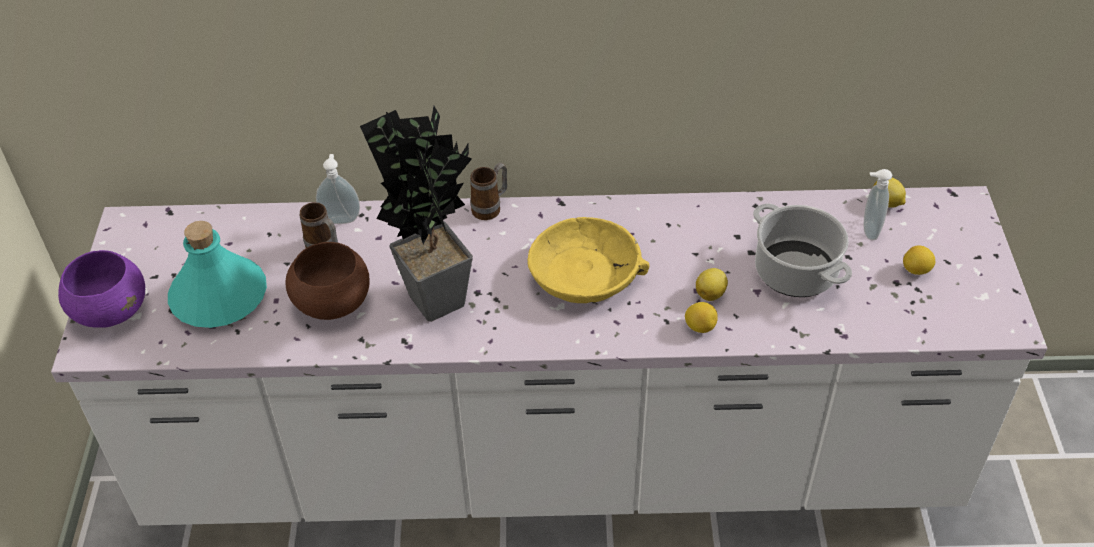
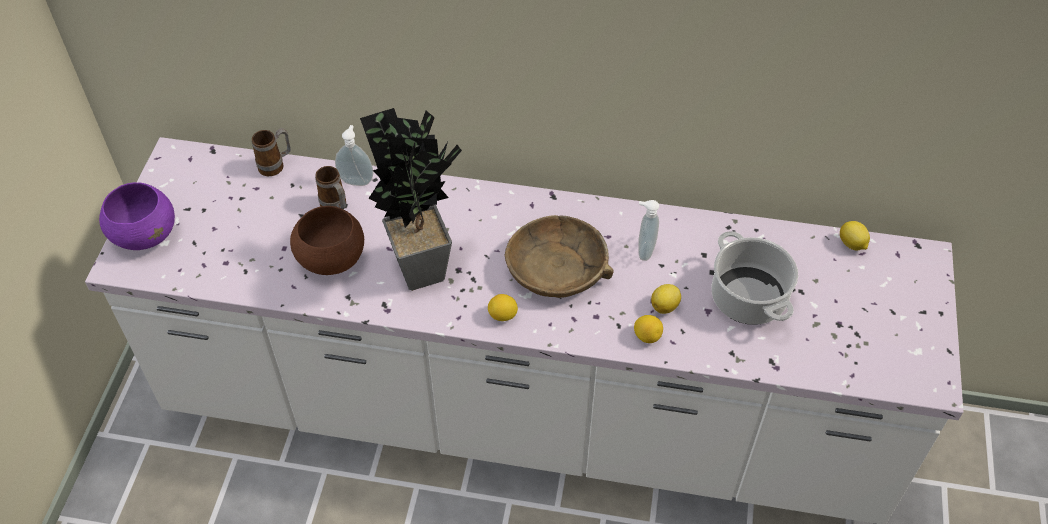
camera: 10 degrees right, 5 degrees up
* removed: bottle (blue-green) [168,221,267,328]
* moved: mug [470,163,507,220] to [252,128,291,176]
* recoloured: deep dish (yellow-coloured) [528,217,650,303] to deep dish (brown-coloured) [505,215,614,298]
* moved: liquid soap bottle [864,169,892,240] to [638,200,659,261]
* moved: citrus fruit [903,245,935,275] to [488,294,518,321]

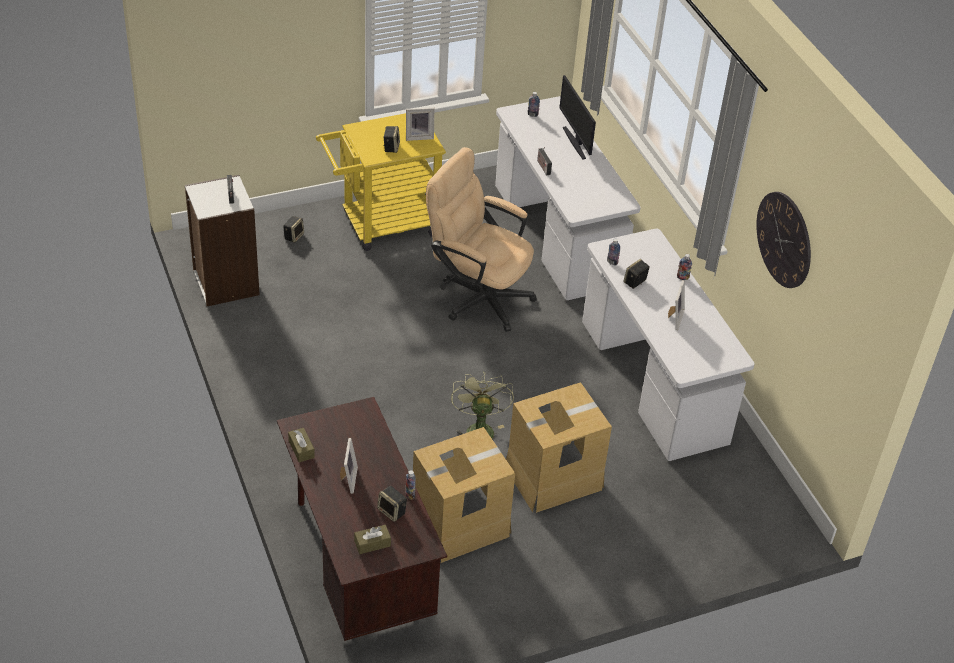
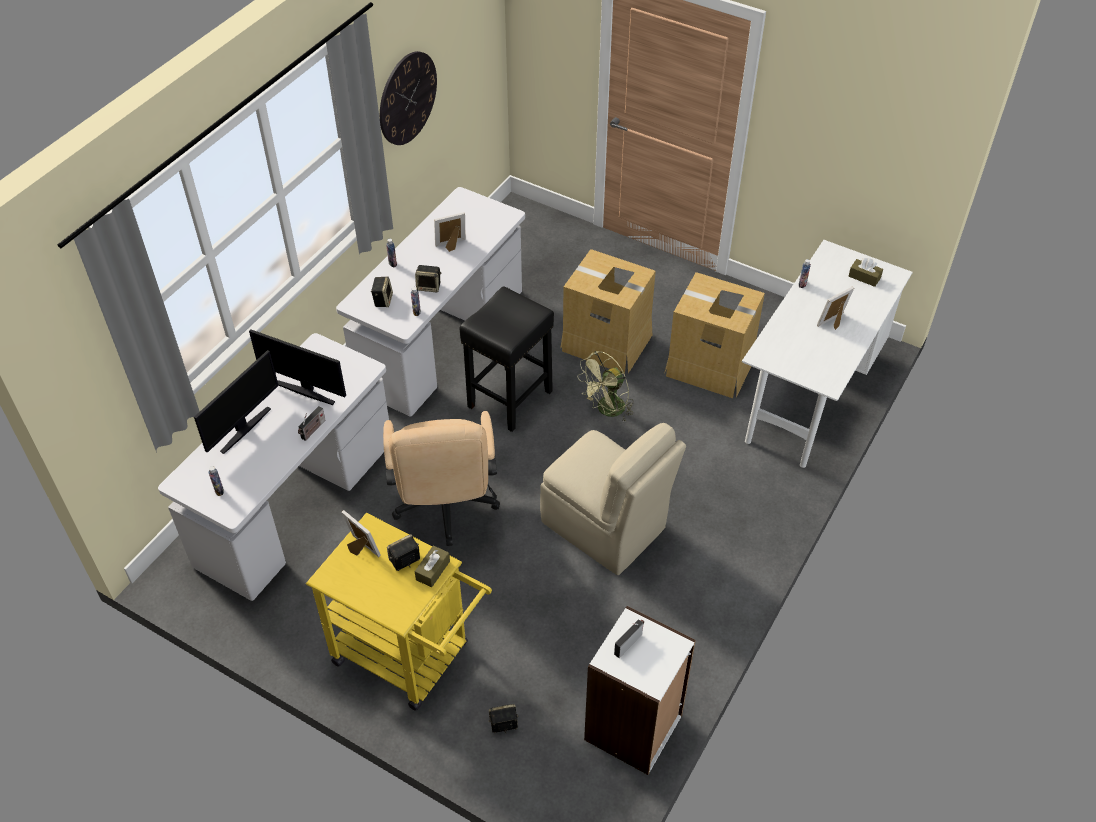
camera: 125 degrees left, 5 degrees up
* recoloured: desk table (brown-coloured) [277,397,447,641] to desk table (white) [742,240,913,468]
* moved: box of tissues (brown-coloured) [288,428,315,462] to [415,545,450,587]
* moved: speaker [377,486,407,522] to [371,276,393,307]
* added: computer screen [249,329,346,405]
* added: stool (black) [460,286,554,432]
* added: plain chair (beige-coloured) [540,423,686,575]

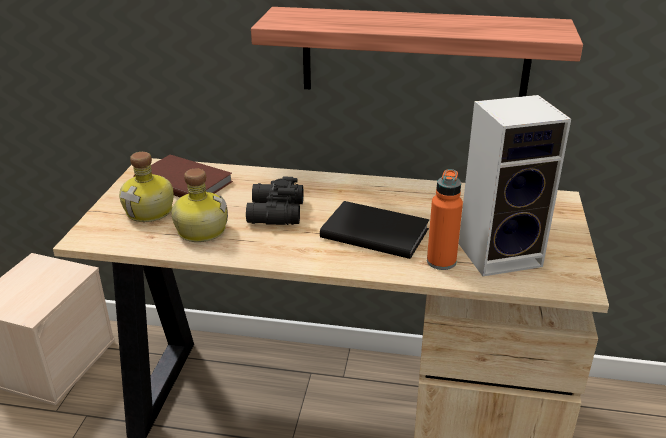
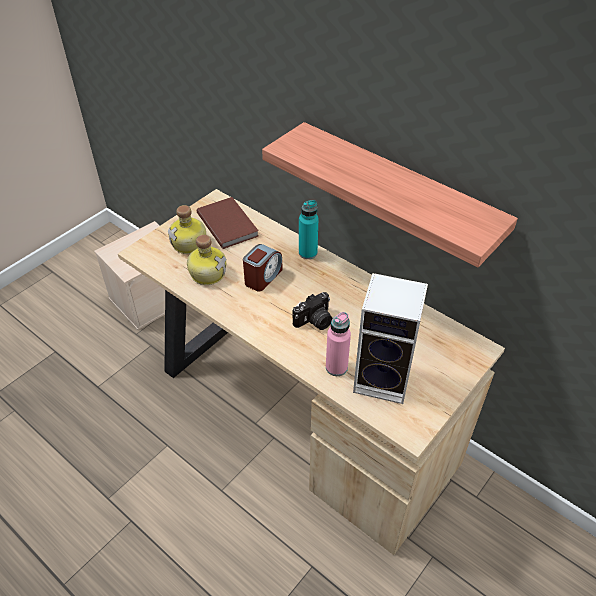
camera: 30 degrees right, 15 degrees up
* replaced: binoculars (black) [246,176,303,225] to table clock [243,244,283,291]
* replaced: book (black) [320,201,430,259] to photo camera [293,292,332,330]
* recoloured: bottle (orange) [427,169,463,270] to bottle (pink-coloured) [326,312,351,376]
* added: bottle (blue-green) [299,200,318,259]

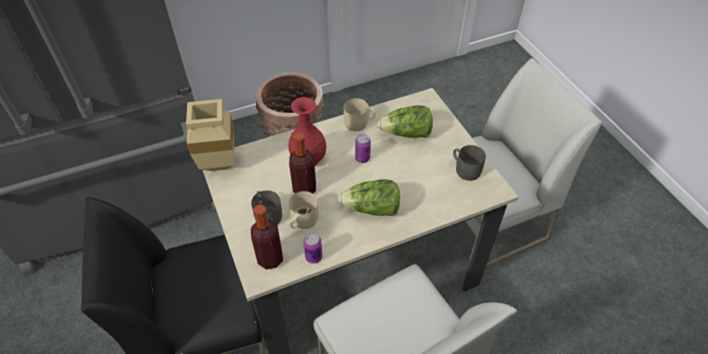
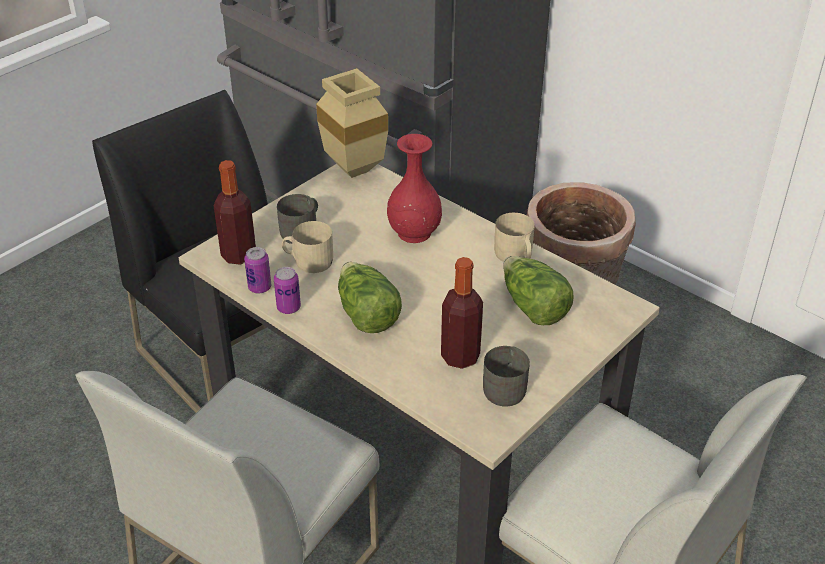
camera: 65 degrees right, 10 degrees down
* moved: bottle [289,133,316,194] to [441,257,483,369]
* moved: can [355,134,371,163] to [274,267,301,314]

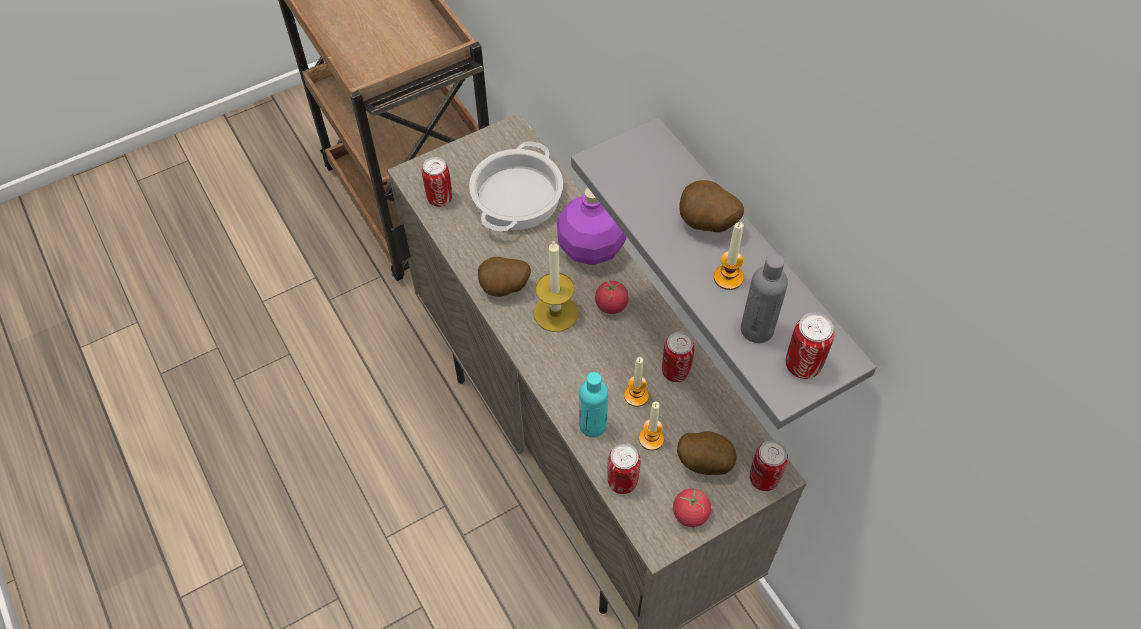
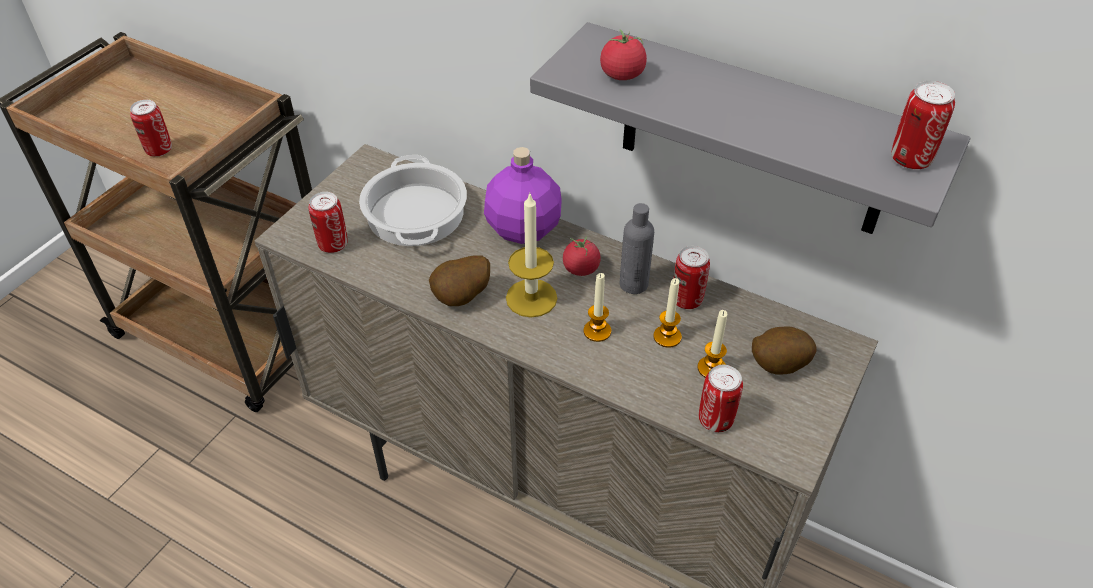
camera: 30 degrees left, 10 degrees down
* removed: bottle (blue-green) [579,372,608,437]
* moved: fresh tomato [673,489,711,527] to [600,30,647,80]
* removed: potato [679,180,744,232]
* moved: candle [714,222,744,290] to [583,273,611,342]
* moved: bottle (grey) [741,254,788,343] to [620,203,654,294]
* moved: can [750,440,788,491] to [130,100,172,157]

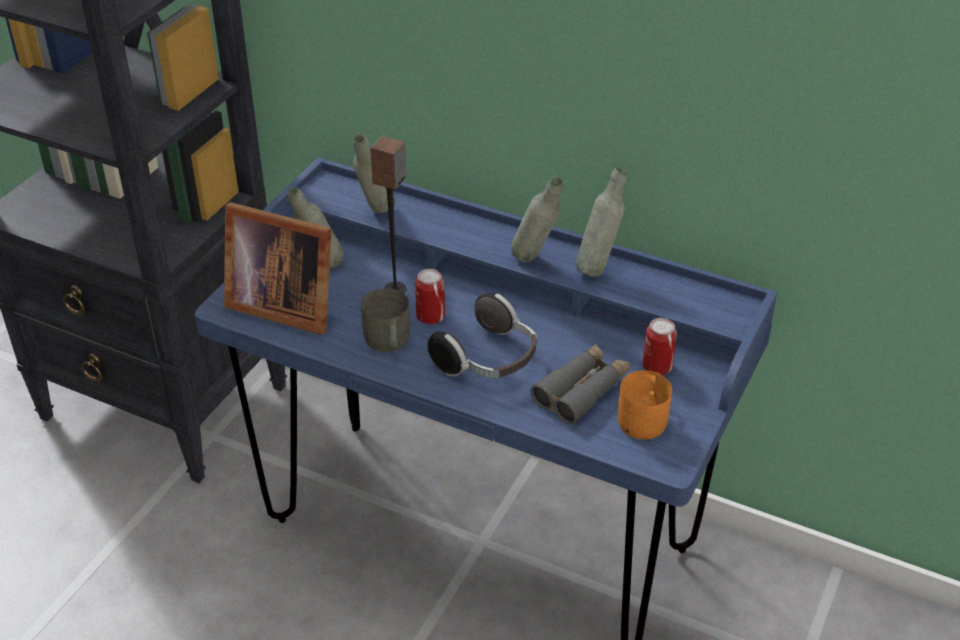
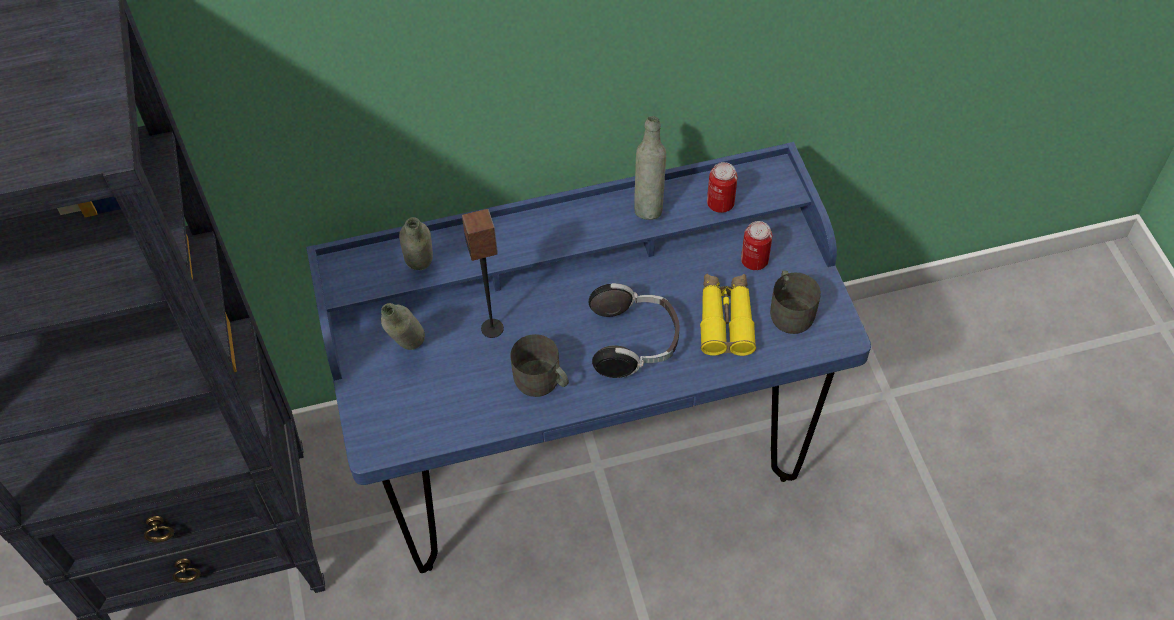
camera: 40 degrees left, 15 degrees up
* removed: photo frame [224,202,332,335]
* moved: can [415,269,445,324] to [707,162,738,213]
* removed: bottle (grey) [511,177,564,262]
* recoloured: binoculars (grey) [531,344,630,424] to binoculars (yellow-coloured) [700,274,756,356]
* recoloured: mug (orange) [618,370,672,439] to mug (grey) [770,270,821,334]

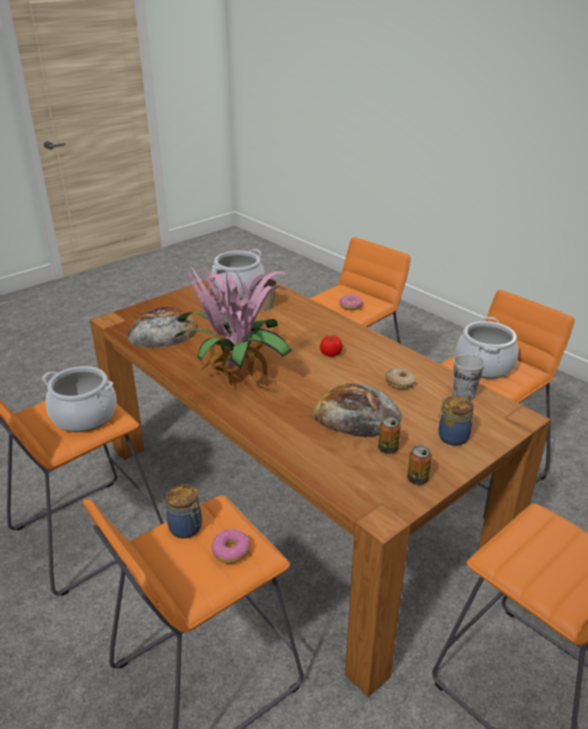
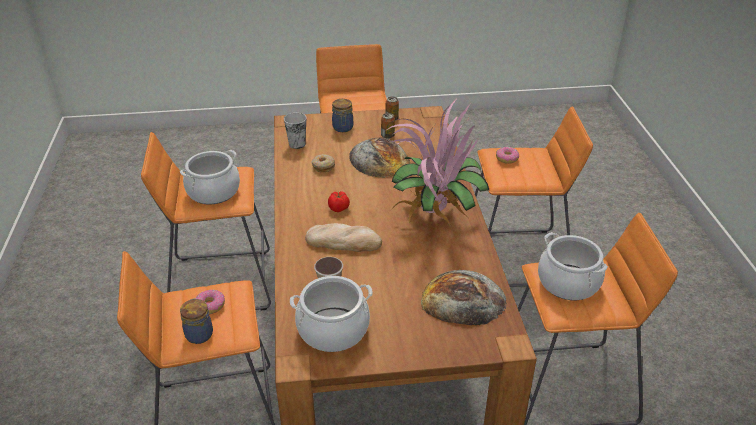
camera: 145 degrees left, 5 degrees up
* moved: preserve jar [165,484,202,538] to [180,298,213,344]
* added: bread [305,223,382,252]

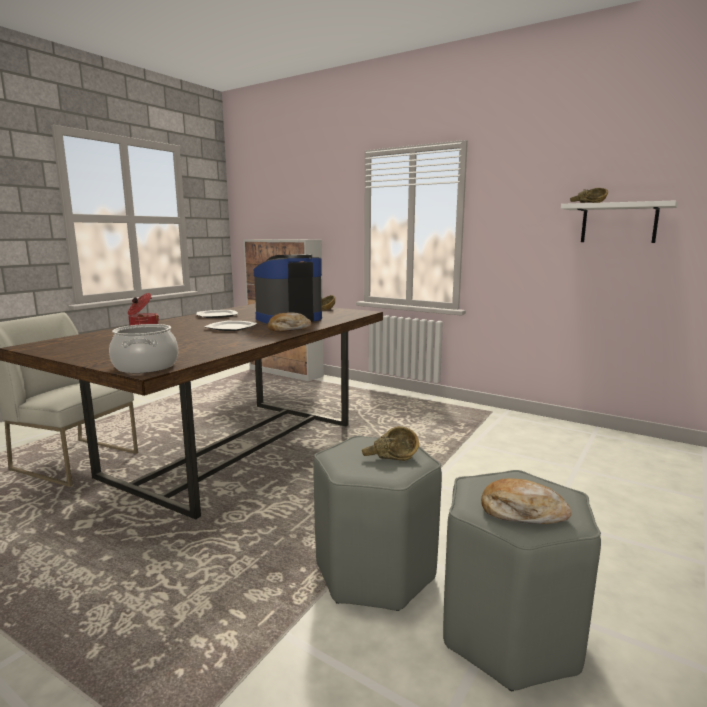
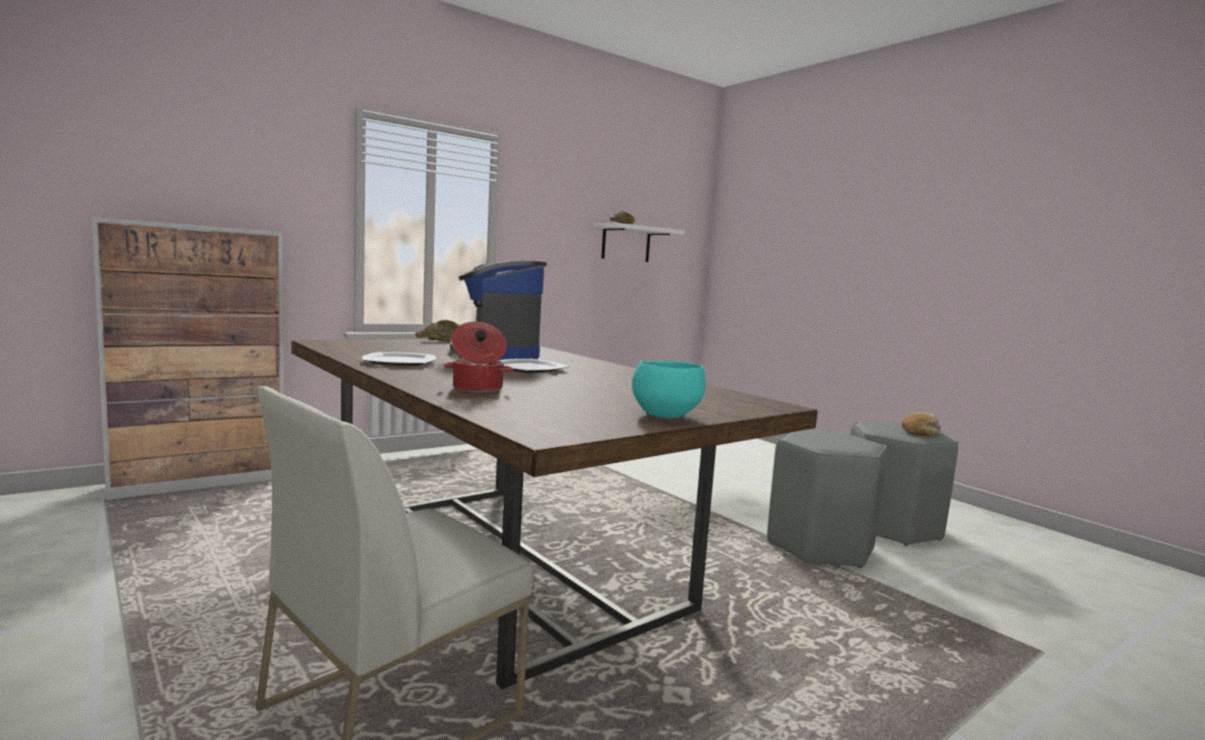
camera: 70 degrees left, 5 degrees down
* removed: saucepot [109,324,178,373]
* removed: bread [268,312,311,332]
* removed: deep dish (brown-coloured) [362,426,419,461]
* added: deep dish (blue-green) [632,361,706,418]

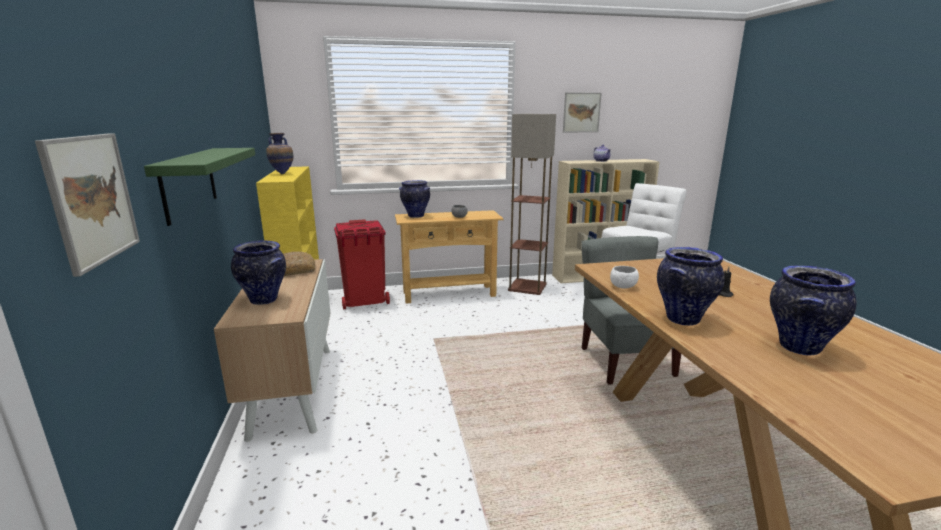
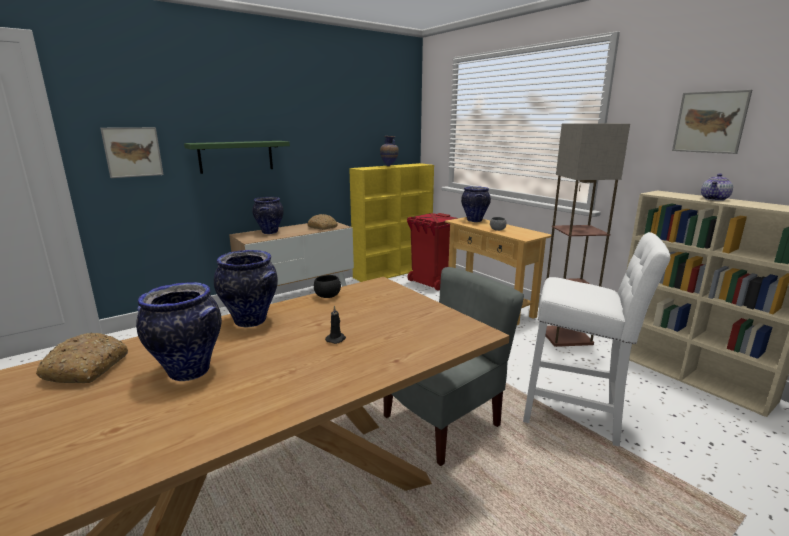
camera: 65 degrees right, 0 degrees up
* recoloured: deep dish (white) [610,266,639,288] to deep dish (black) [314,275,341,298]
* added: bread [36,333,128,383]

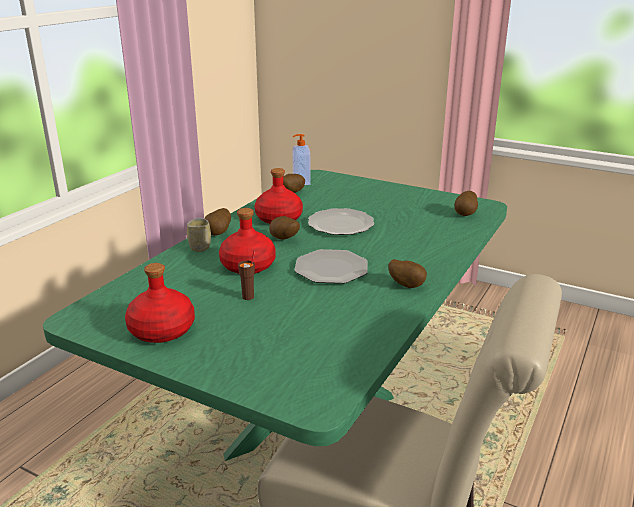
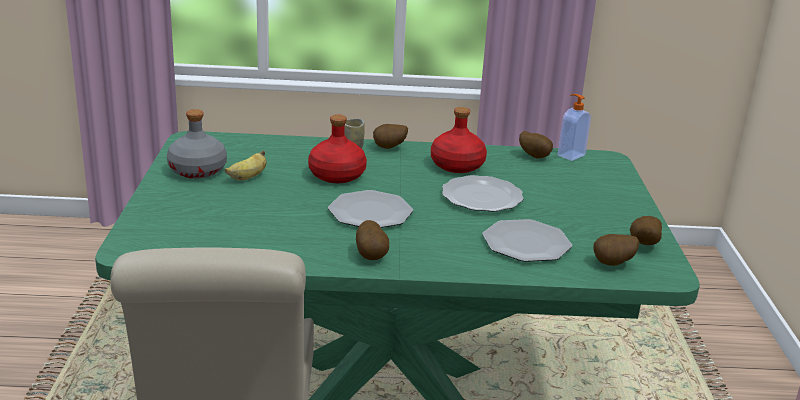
camera: 60 degrees right, 0 degrees up
* recoloured: bottle (reddish) [125,263,195,343] to bottle (grey) [167,109,227,179]
* removed: small cup (brown-coloured) [238,250,255,300]
* moved: potato [269,216,300,240] to [630,216,662,245]
* added: whole banana [225,150,266,180]
* added: dinner plate [482,219,572,262]

